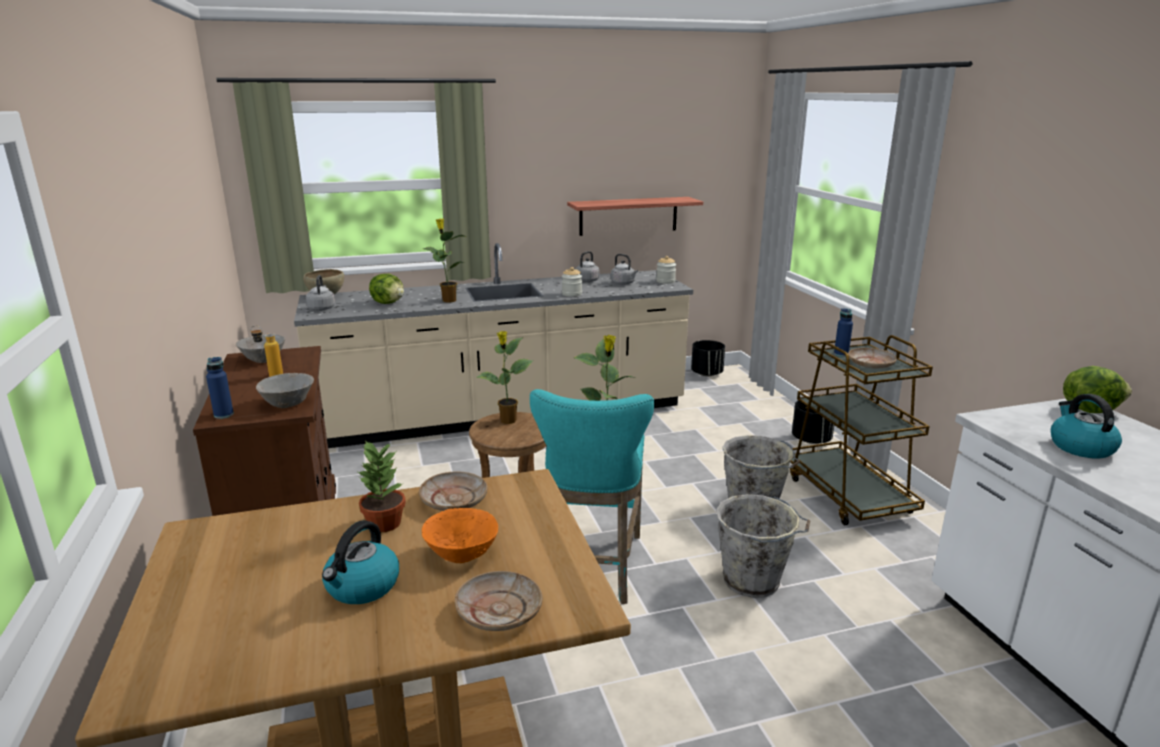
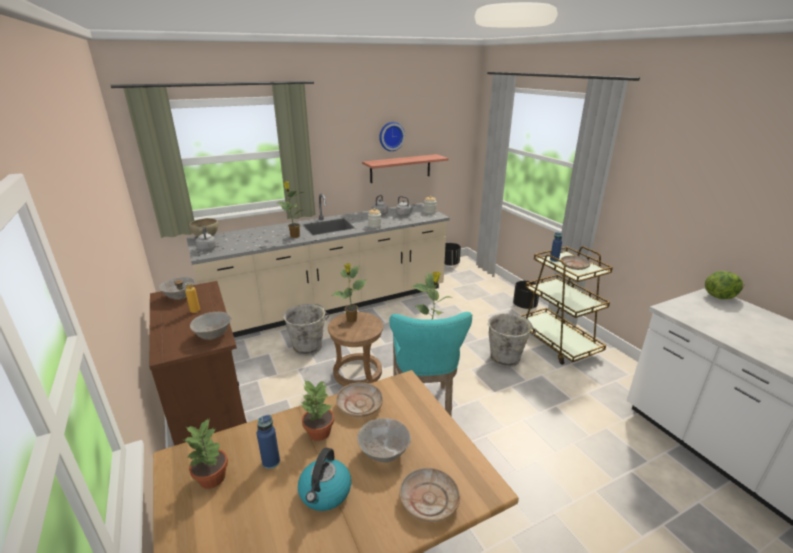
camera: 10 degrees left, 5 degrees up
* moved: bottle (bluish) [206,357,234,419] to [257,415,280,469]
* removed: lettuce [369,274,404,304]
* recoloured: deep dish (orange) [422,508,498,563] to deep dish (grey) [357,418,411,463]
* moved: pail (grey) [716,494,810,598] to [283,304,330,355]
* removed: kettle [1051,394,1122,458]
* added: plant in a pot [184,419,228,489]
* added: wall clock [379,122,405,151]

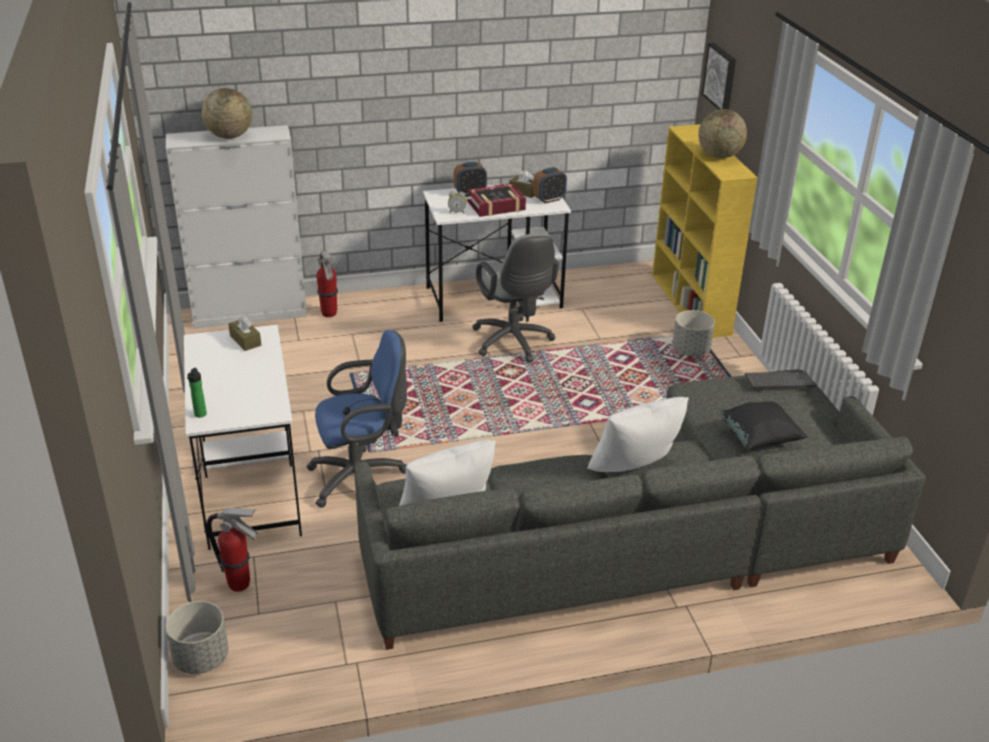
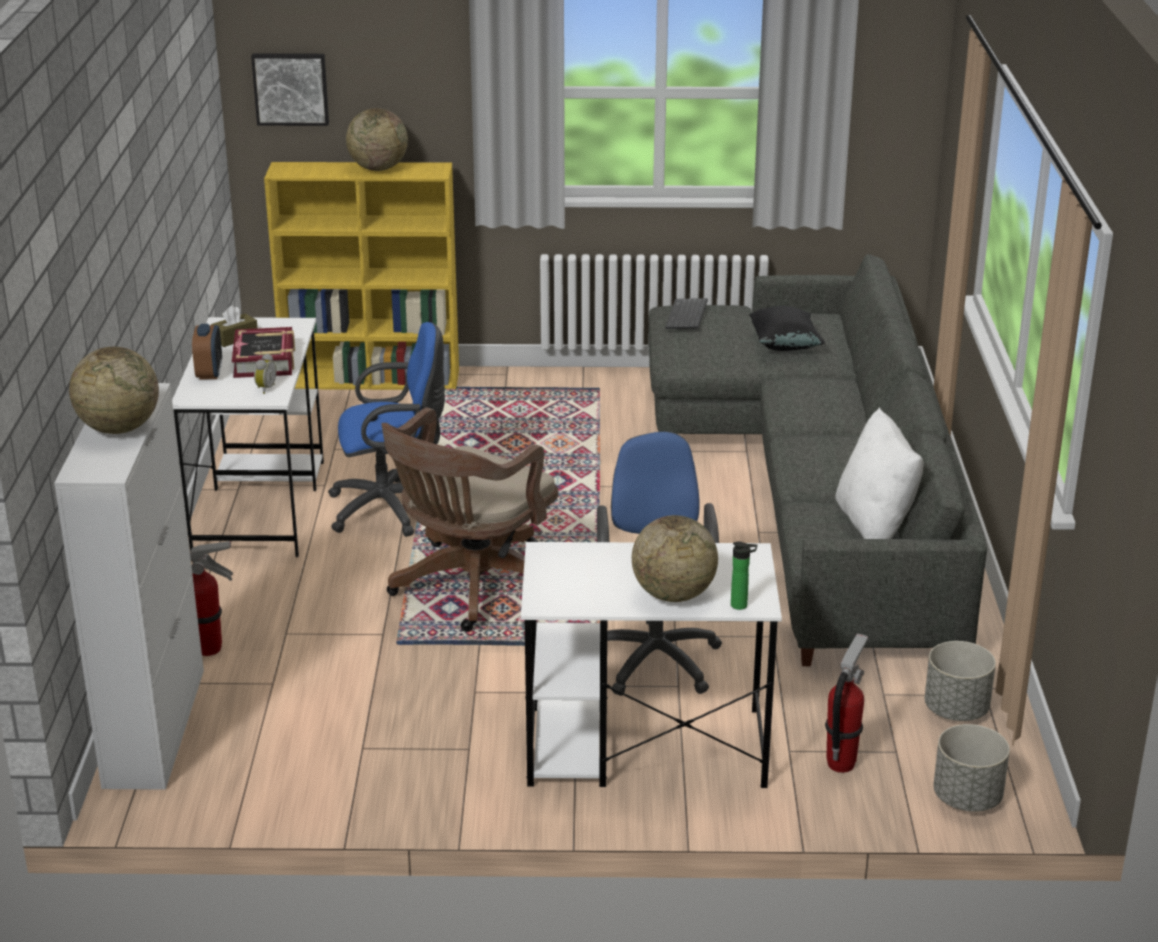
camera: 75 degrees left, 5 degrees down
* removed: box of tissues (brown-coloured) [228,315,261,351]
* recoloured: desk chair (grey) [472,233,559,363] to desk chair (bluish) [328,322,445,537]
* removed: table clock [533,167,567,204]
* removed: throw pillow (white) [587,397,689,472]
* moved: flower pot (grey) [672,310,715,356] to [925,641,996,721]
* added: desk chair (brown-coloured) [382,407,558,632]
* added: world globe [632,515,718,602]

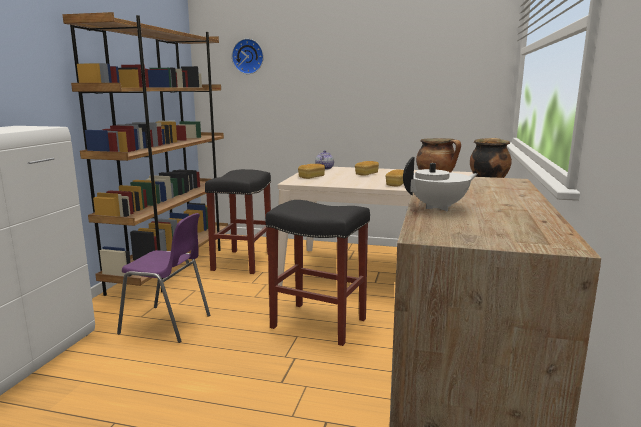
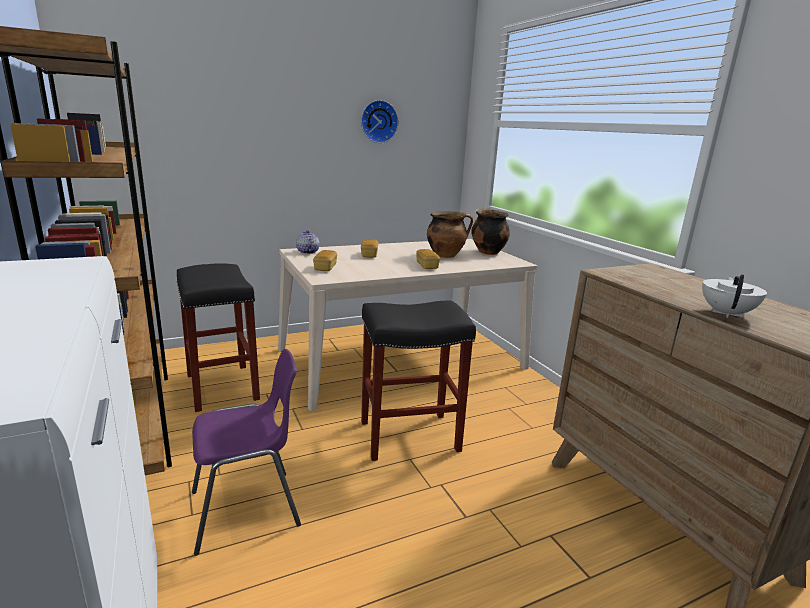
camera: 40 degrees left, 5 degrees up
* moved: wall clock [232,39,264,74] to [361,100,399,143]

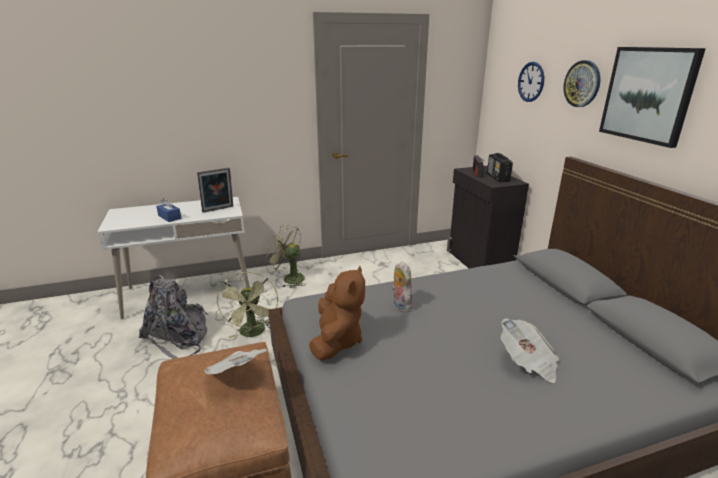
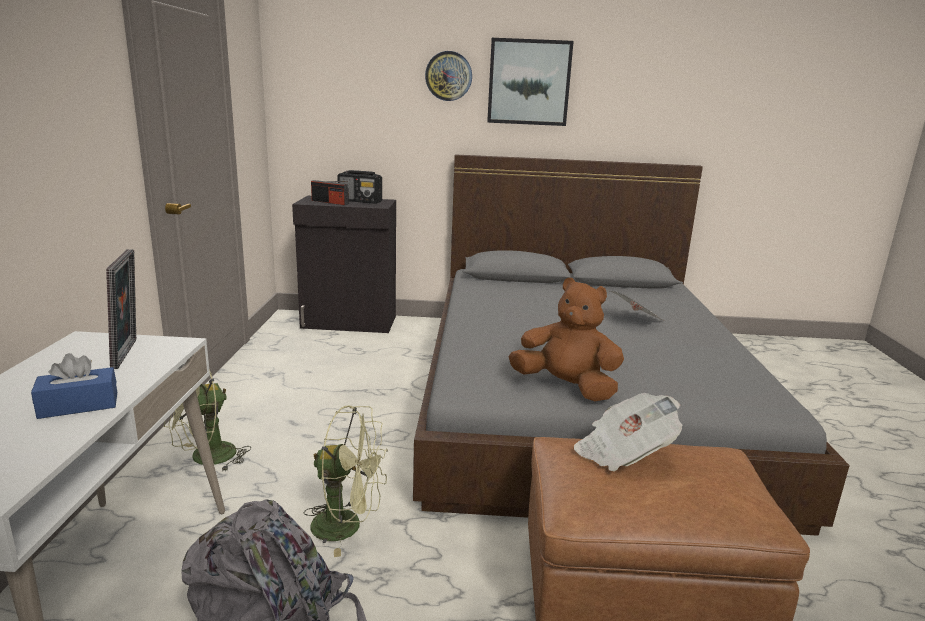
camera: 70 degrees left, 5 degrees down
* removed: plush toy [392,261,413,312]
* removed: wall clock [518,62,544,102]

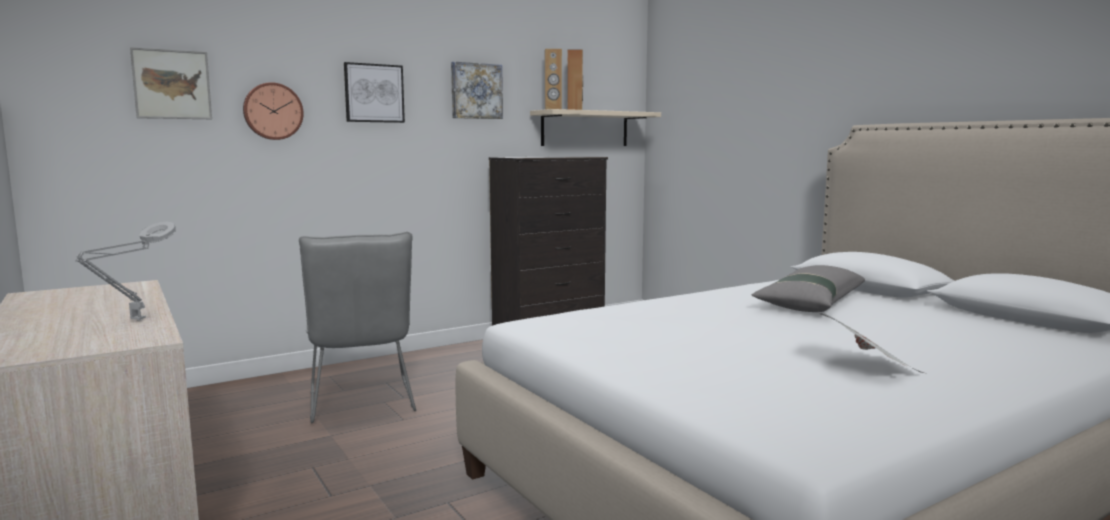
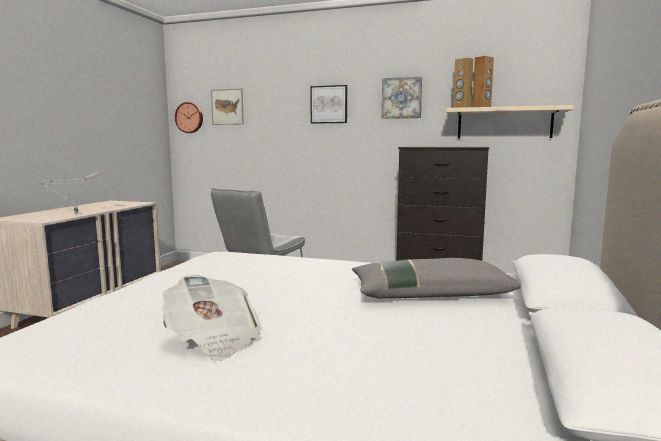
camera: 50 degrees right, 0 degrees up
* moved: wall clock [243,82,304,140] to [175,102,203,133]

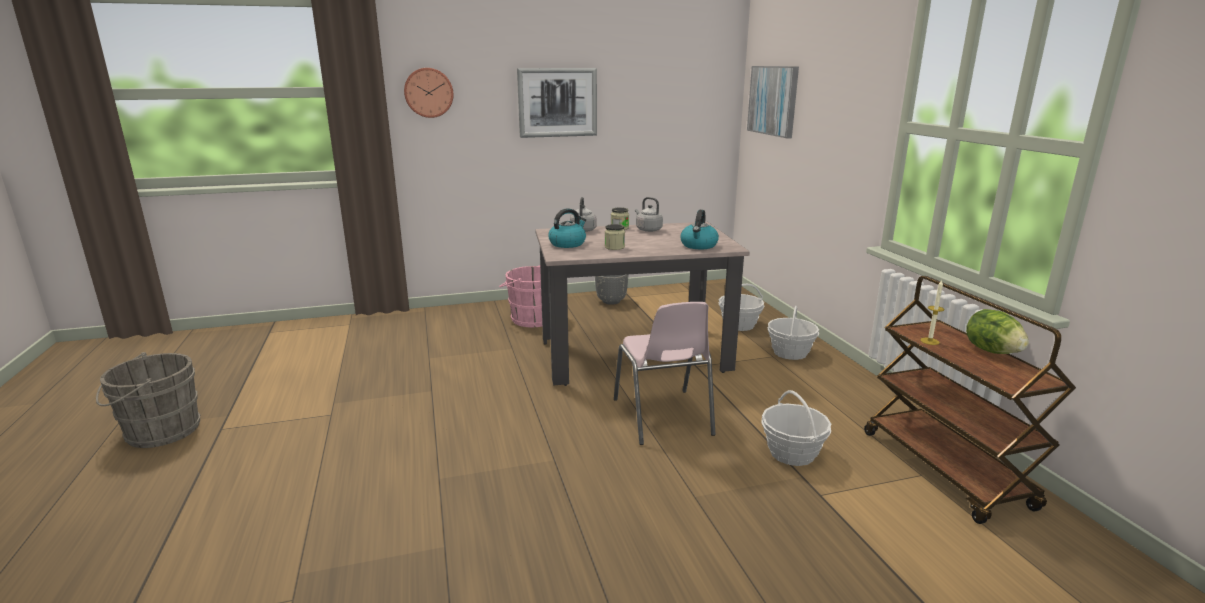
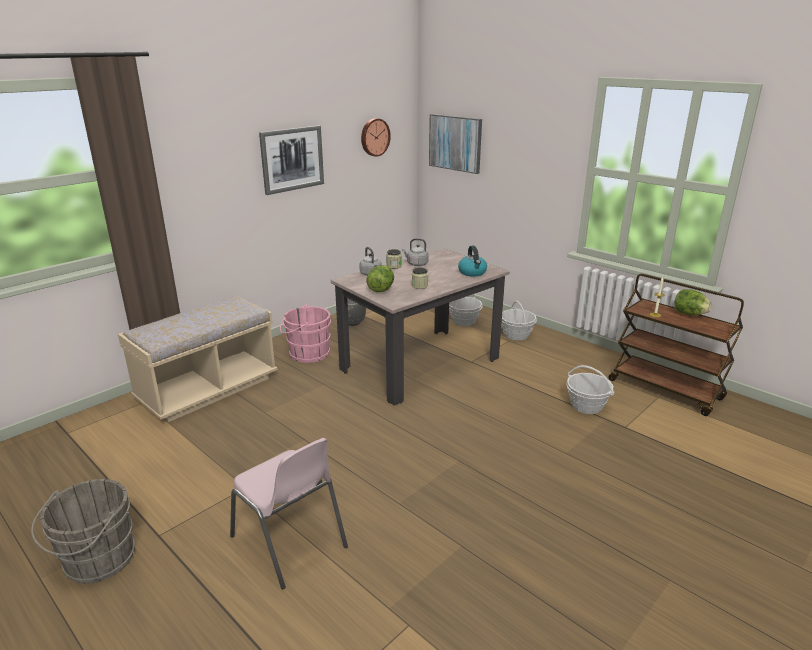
camera: 30 degrees left, 5 degrees up
* moved: wall clock [404,68,454,118] to [361,118,391,157]
* replaced: kettle [548,208,586,248] to lettuce [366,265,394,292]
* moved: plain chair (pink-coloured) [614,302,716,445] to [230,438,348,589]
* added: indoor bench (beige-coloured) [118,296,278,422]

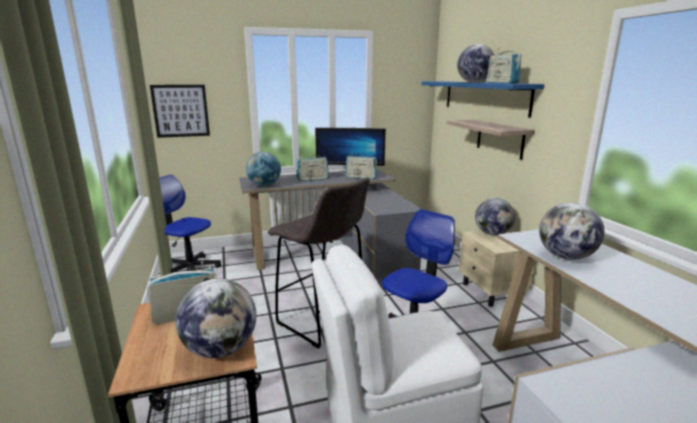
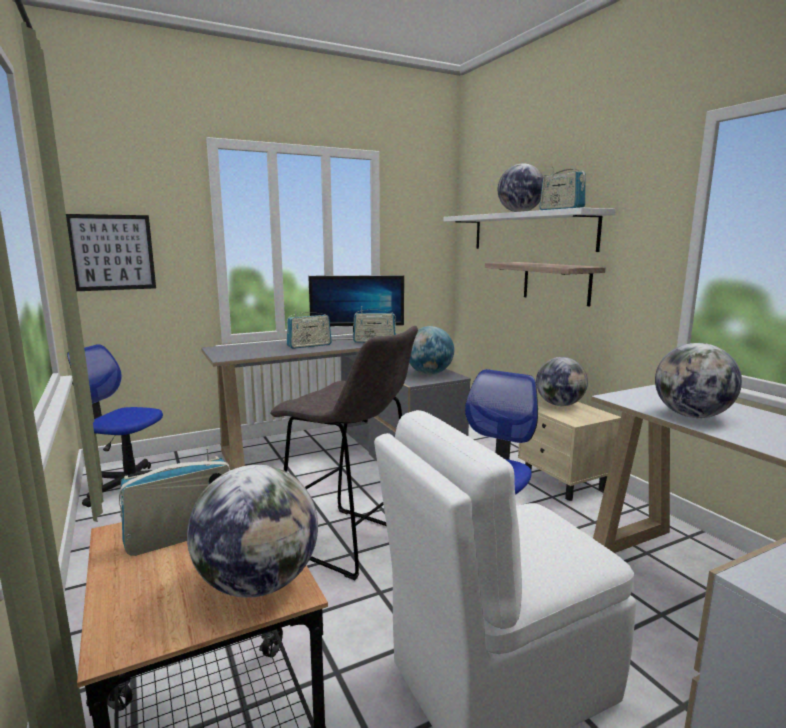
camera: 10 degrees left, 5 degrees down
* moved: world globe [246,152,281,186] to [409,326,454,375]
* recoloured: bracket shelf (bluish) [422,82,544,118] to bracket shelf (white) [443,208,616,252]

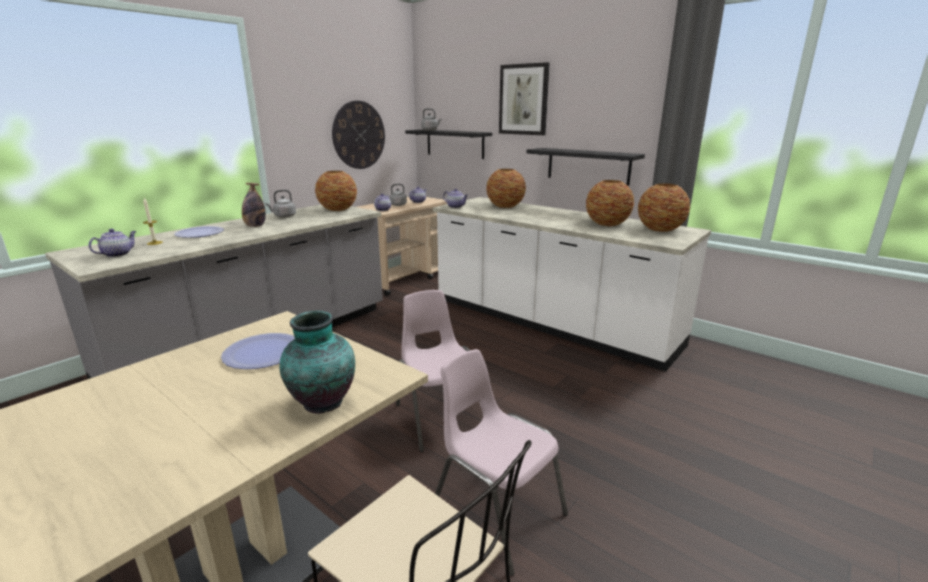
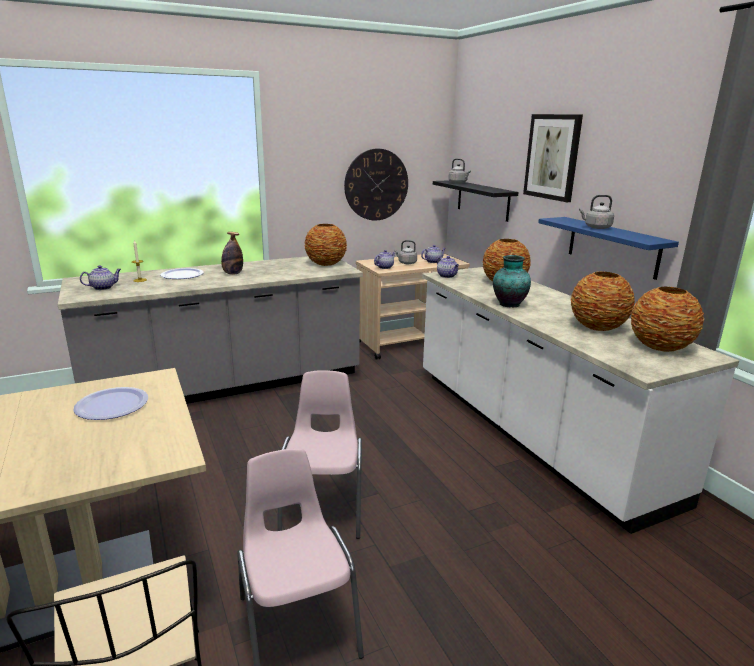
camera: 25 degrees right, 0 degrees up
* moved: kettle (grey) [265,190,296,218] to [579,195,614,229]
* moved: decorative vase [279,310,355,414] to [493,255,531,307]
* recoloured: bracket shelf (black) [526,148,645,186] to bracket shelf (bluish) [538,217,679,280]

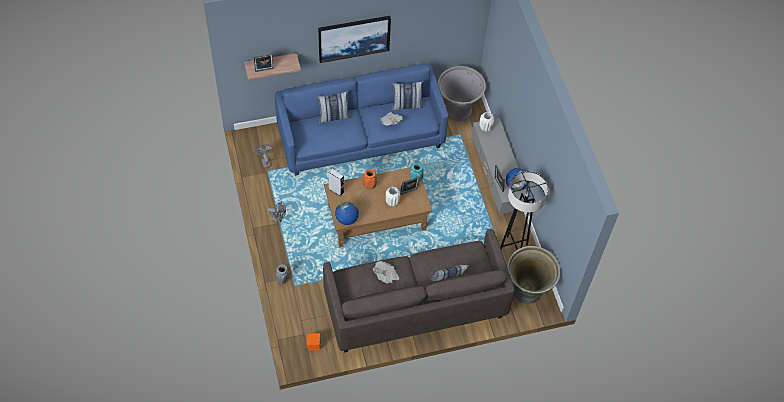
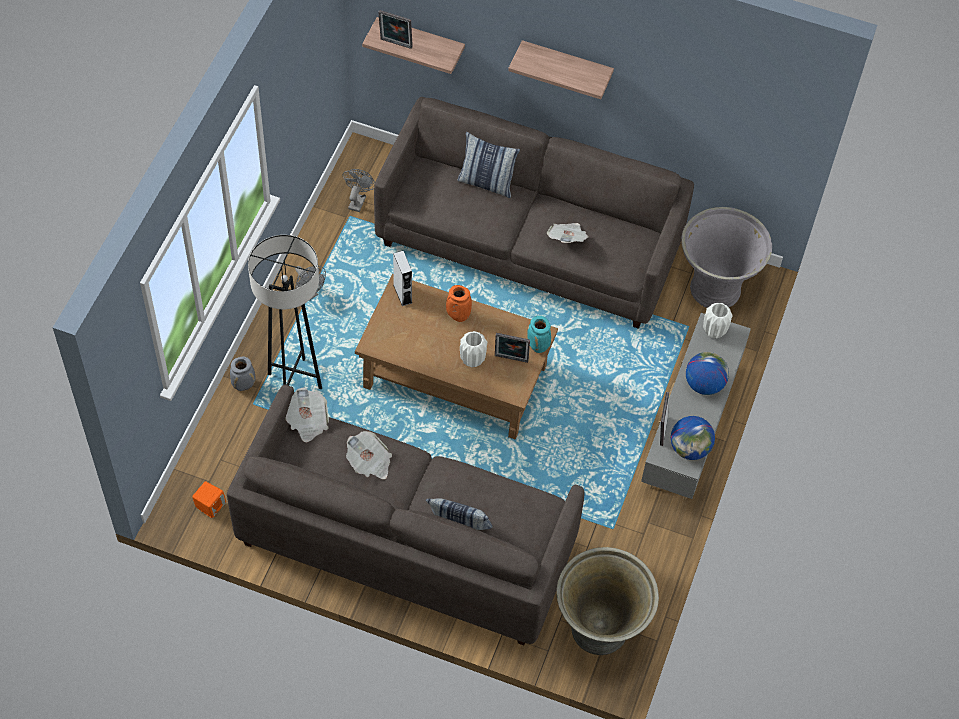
camera: 35 degrees right, 0 degrees up
* recoloured: sofa (bluish) [275,64,448,176] to sofa (grey) [374,97,694,329]
* replaced: wall art [318,16,391,63] to bracket shelf [508,40,614,99]
* moved: world globe [335,201,359,225] to [686,352,729,395]
* removed: throw pillow [392,81,423,110]
* moved: standing lamp (black) [500,171,548,250] to [248,235,322,389]
* added: newspaper [285,387,329,442]

